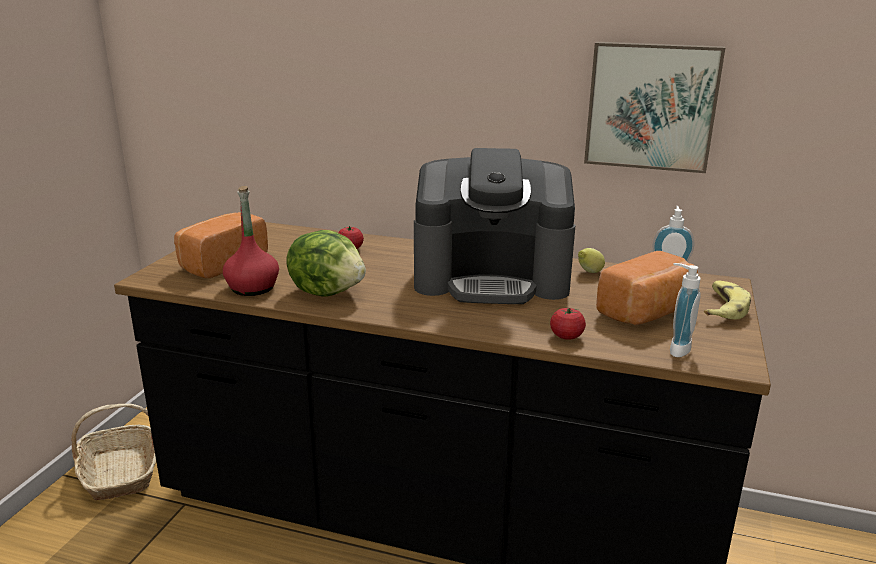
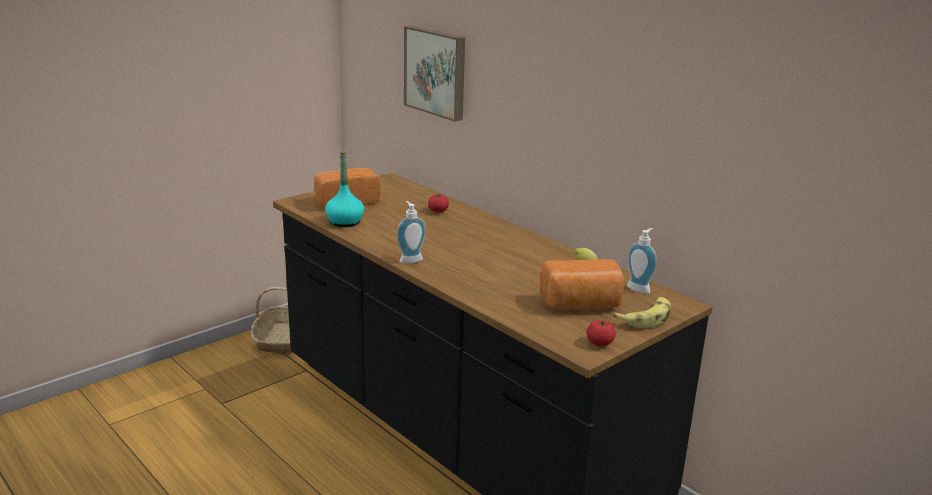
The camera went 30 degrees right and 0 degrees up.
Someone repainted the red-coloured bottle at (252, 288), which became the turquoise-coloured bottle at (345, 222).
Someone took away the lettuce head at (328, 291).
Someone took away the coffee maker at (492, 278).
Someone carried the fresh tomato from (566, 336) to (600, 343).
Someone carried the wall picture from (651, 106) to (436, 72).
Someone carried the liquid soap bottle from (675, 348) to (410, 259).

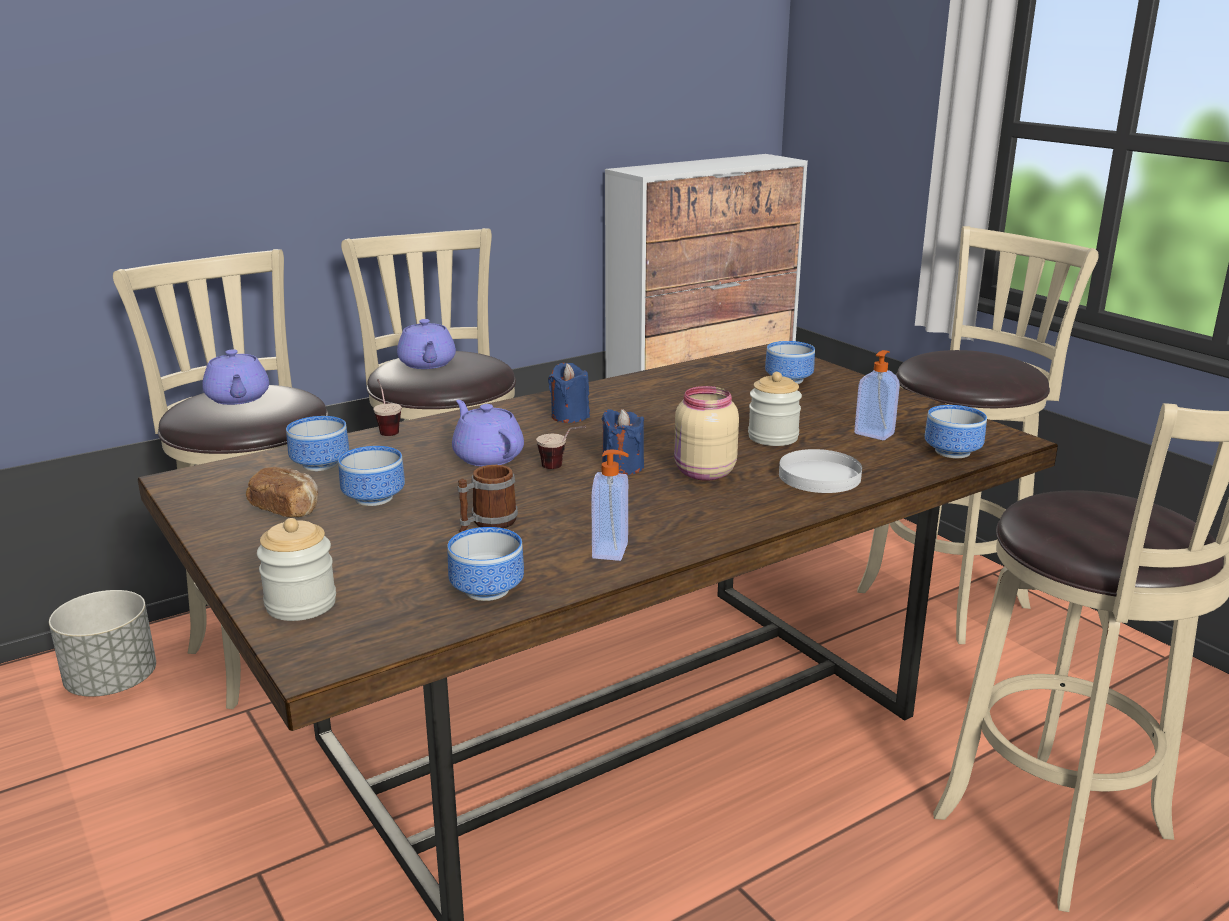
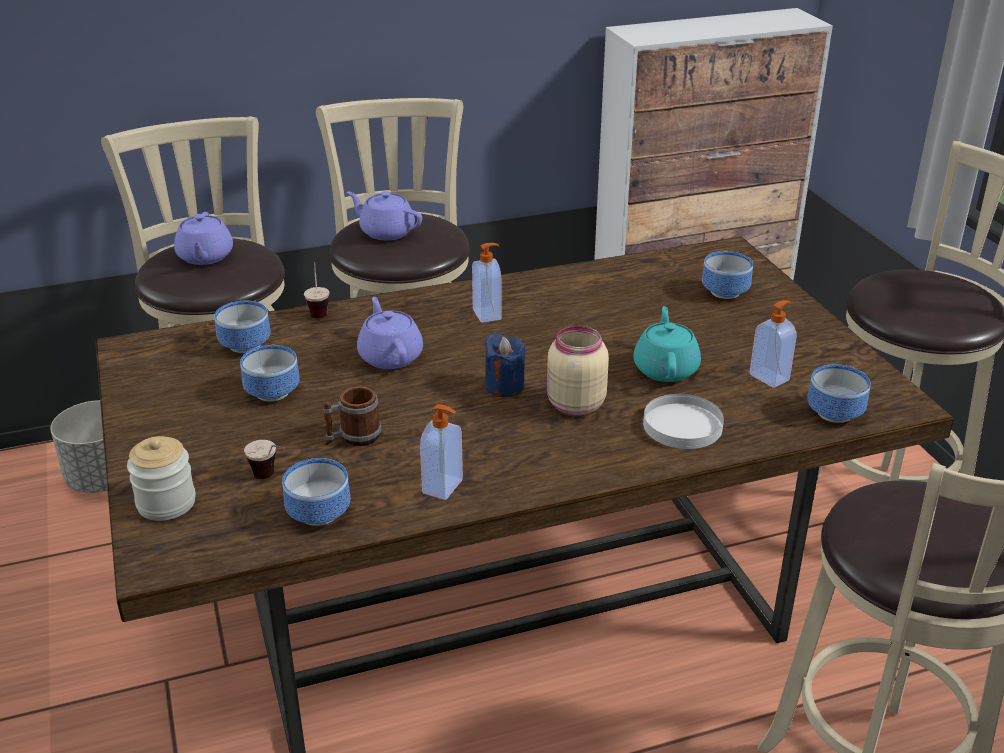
The camera went 15 degrees right and 10 degrees up.
Someone took away the bread at (286, 509).
Someone rotated the purple tea pot at (427, 364) by 120 degrees clockwise.
Someone carried the small cup from (562, 468) to (271, 478).
Someone swapped the blue-coloured wax light at (569, 416) for the liquid soap bottle at (488, 314).
Someone swapped the jar at (773, 437) for the turquoise-coloured tea pot at (665, 368).

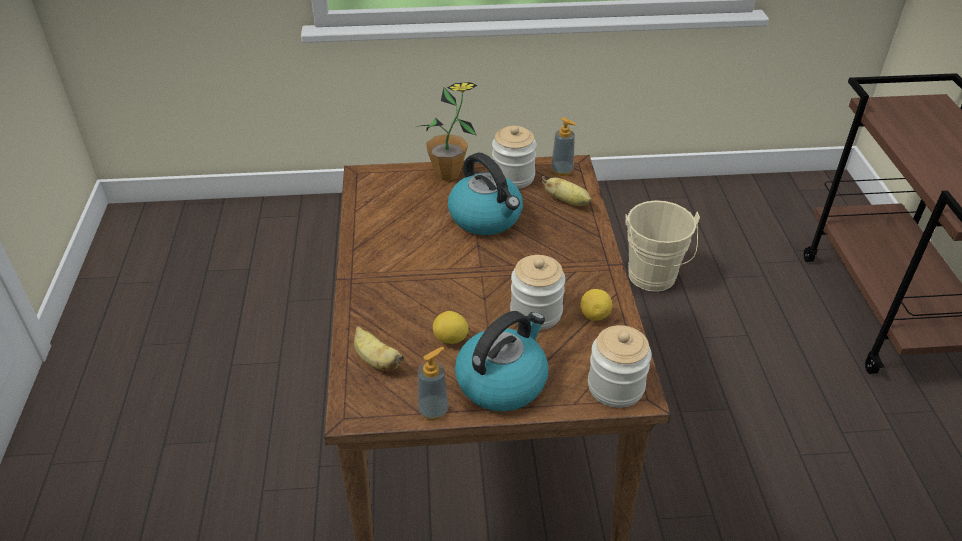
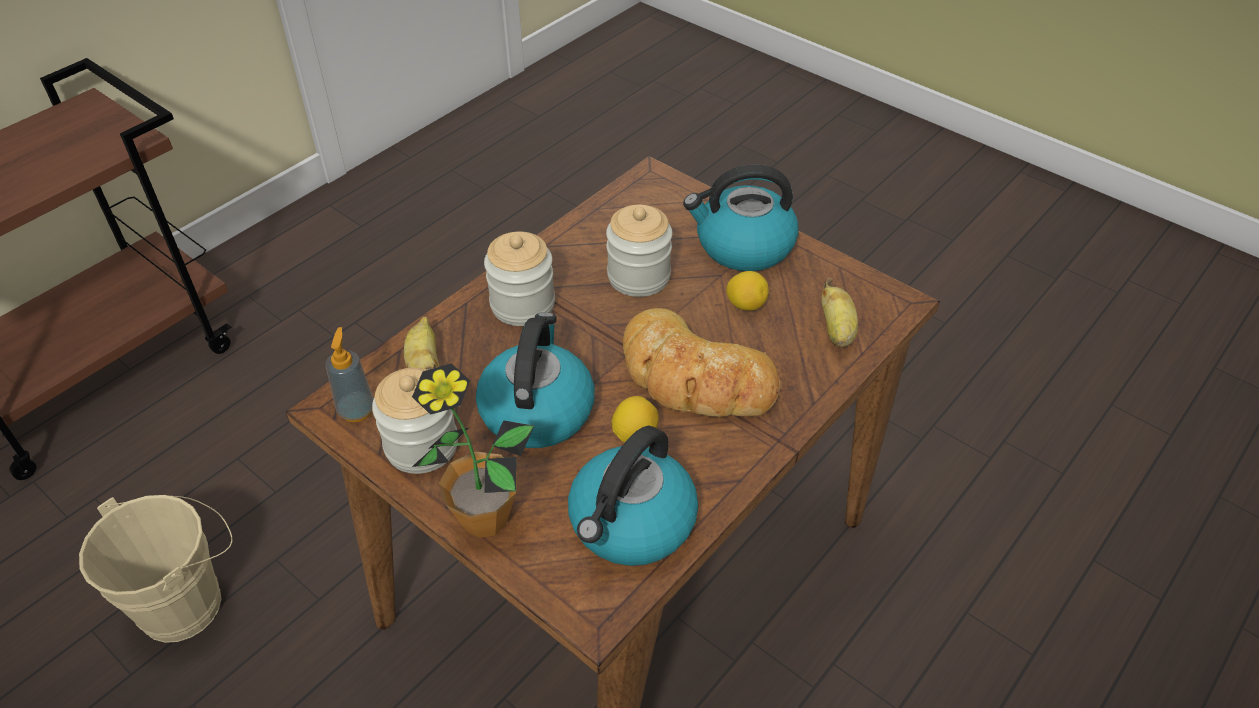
The camera went 135 degrees left and 5 degrees up.
Someone took away the liquid soap bottle at (433, 410).
Someone carried the lemon from (594, 315) to (634, 434).
Someone carried the jar from (615, 387) to (522, 305).
Someone put down the kettle at (631, 523).
Someone put down the bread at (694, 377).

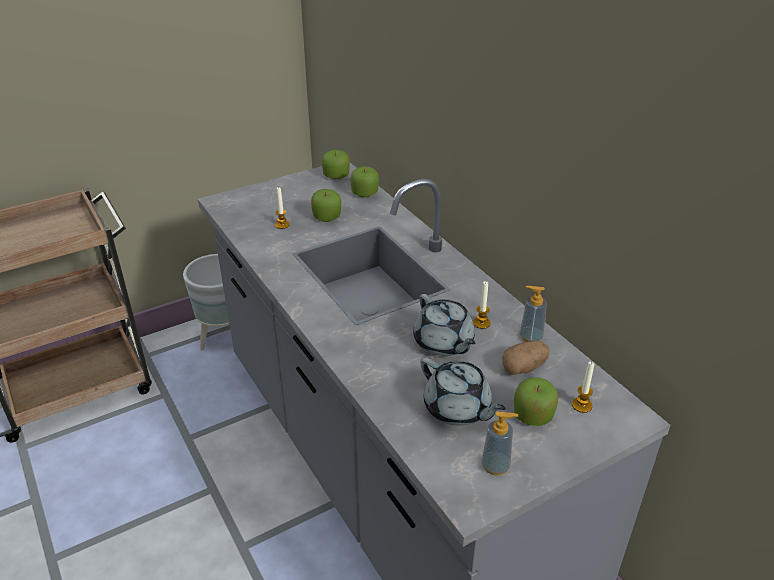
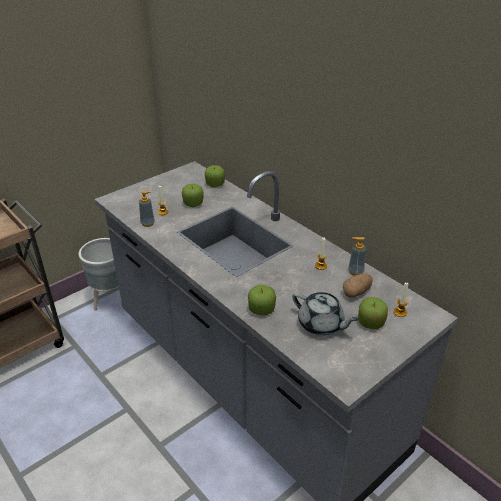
The camera went 10 degrees left and 0 degrees up.
Someone carried the apple from (336, 176) to (261, 309).
Someone took away the gray tea pot at (444, 343).
Someone carried the liquid soap bottle from (495, 466) to (147, 223).

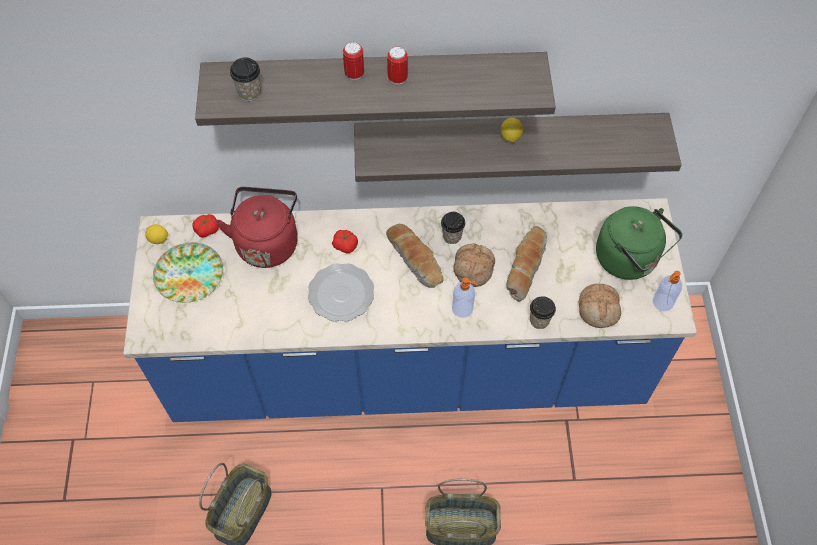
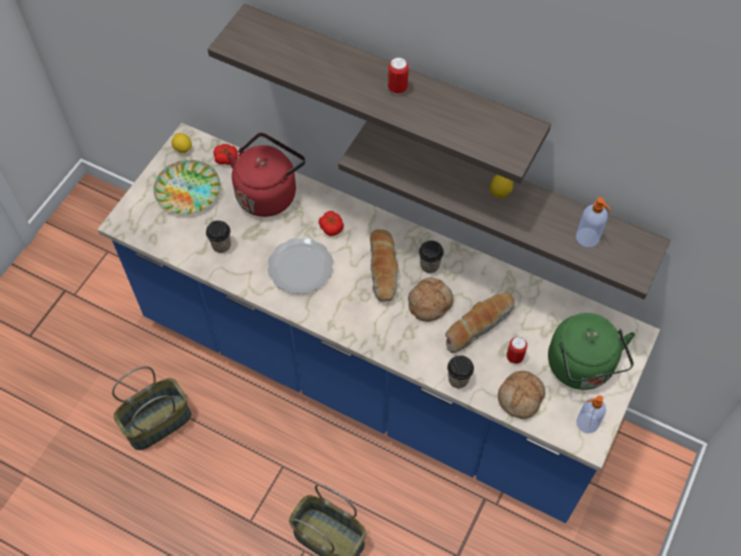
The camera went 30 degrees right and 0 degrees up.
Someone carried the small cup from (249, 92) to (221, 245).
Someone carried the metal can from (354, 74) to (514, 357).
Someone carried the liquid soap bottle from (463, 309) to (588, 238).

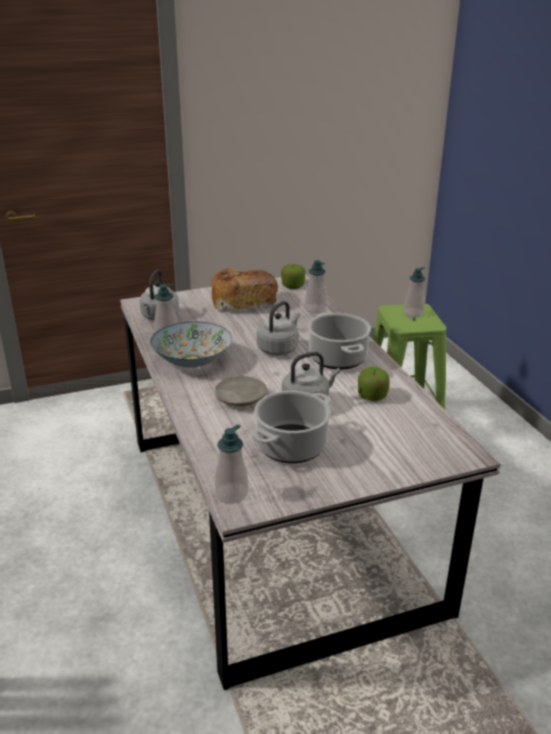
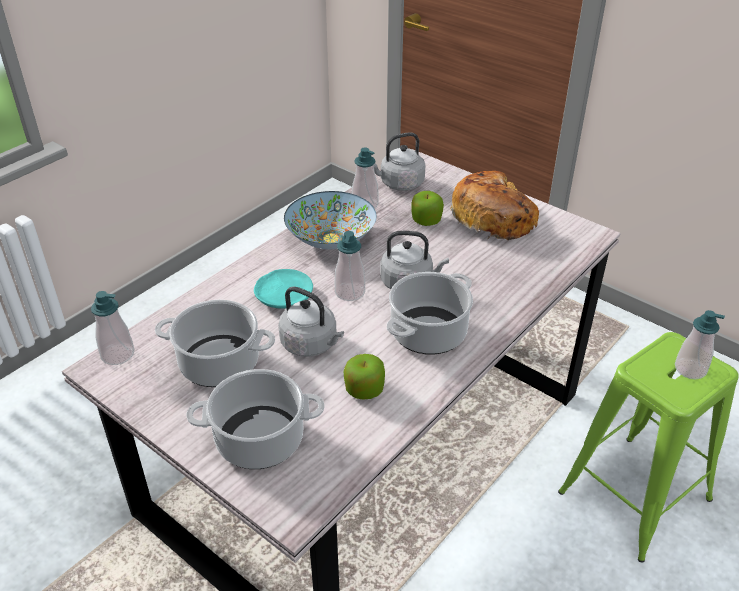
The camera went 60 degrees right and 10 degrees up.
Someone repainted the beige dinner plate at (240, 398), which became the turquoise-coloured dinner plate at (284, 296).
Someone carried the apple from (292, 286) to (426, 220).
Someone carried the liquid soap bottle from (315, 309) to (350, 292).
Someone put down the cooking pot at (261, 439).

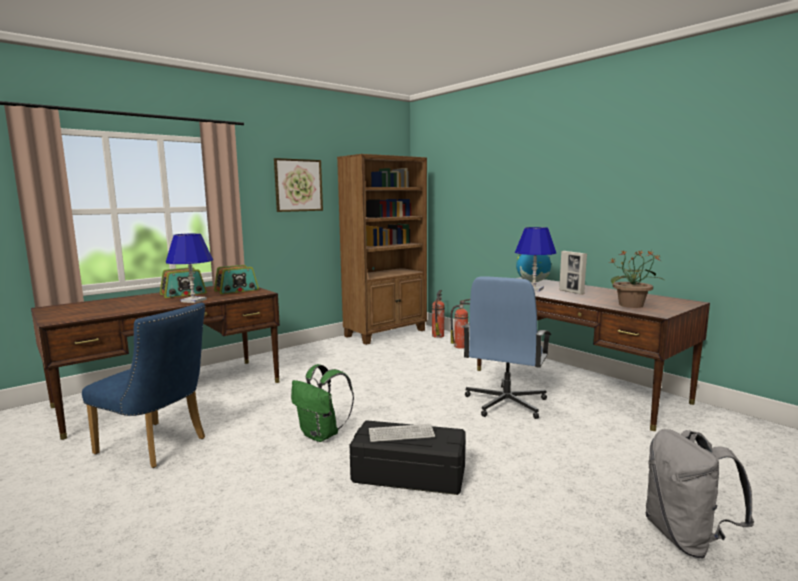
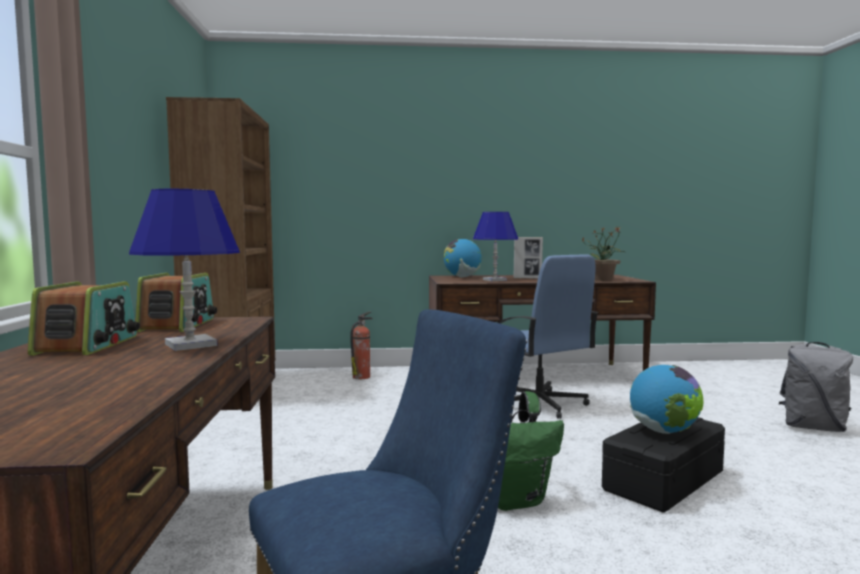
The camera went 55 degrees left and 5 degrees down.
Someone took away the wall picture at (298, 185).
Someone swapped the keyboard at (401, 434) for the desk globe at (664, 431).
Someone took away the extinguisher at (438, 335).

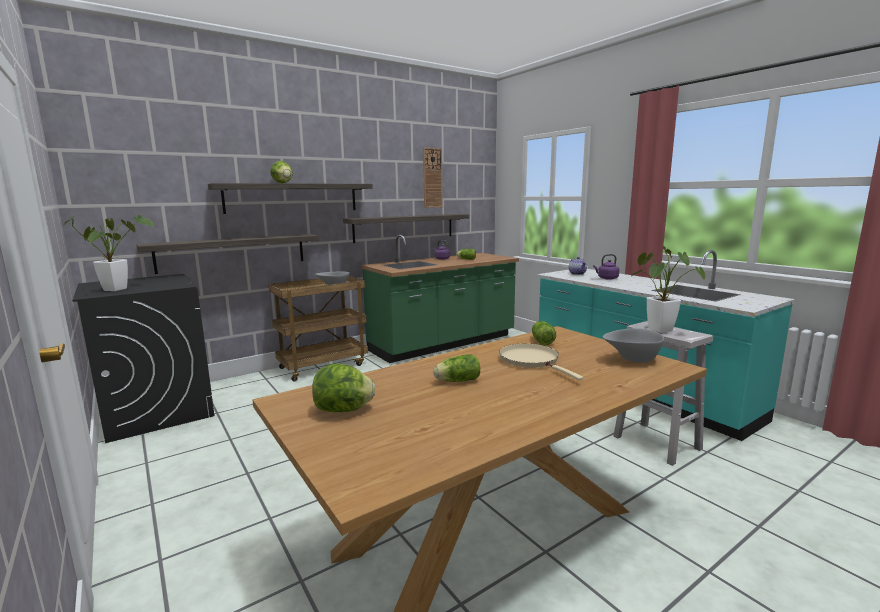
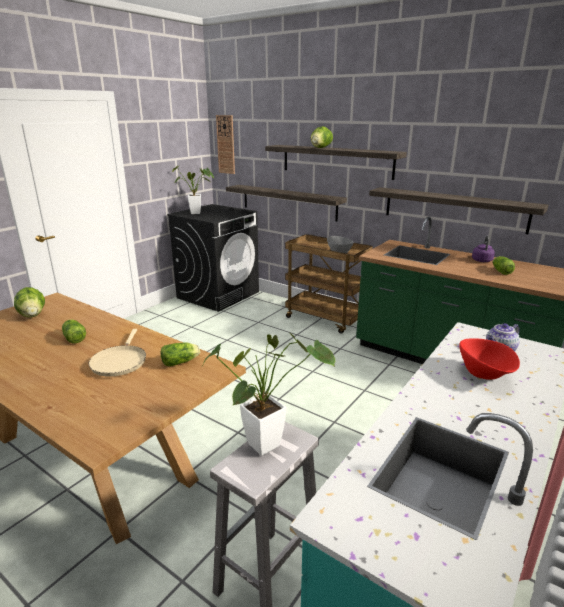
The camera went 70 degrees right and 10 degrees up.
Someone carried the clock on the wall from (432, 178) to (226, 144).
Someone rotated the beige frying pan at (531, 361) by 135 degrees clockwise.
Someone swapped the purple kettle at (606, 278) for the red-coloured bowl at (485, 376).
Someone took away the gray bowl at (632, 359).

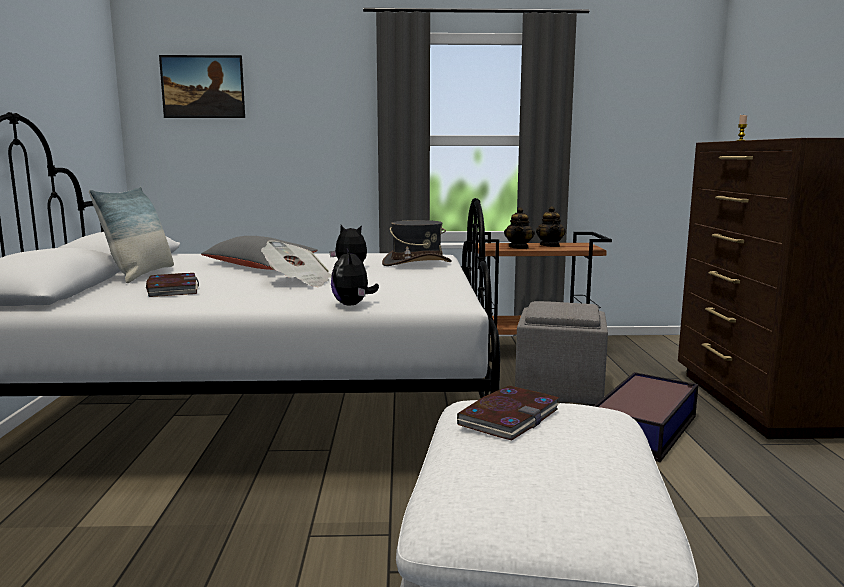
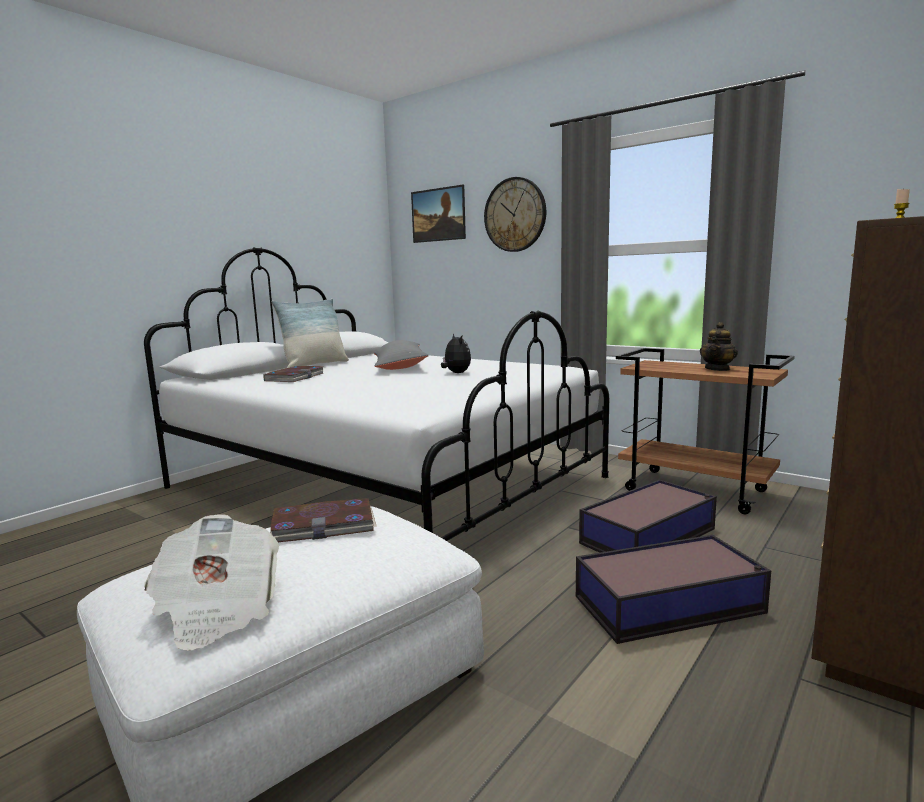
The camera went 40 degrees right and 0 degrees up.
Someone carried the printed paper from (298, 282) to (217, 609).
Someone took away the plush toy at (353, 305).
Someone took away the gray clothing hat at (417, 263).
Someone took away the tea pot at (519, 248).
Someone swapped the gray ottoman at (560, 390) for the storage bin at (649, 536).
Someone put up the clock on the wall at (515, 215).

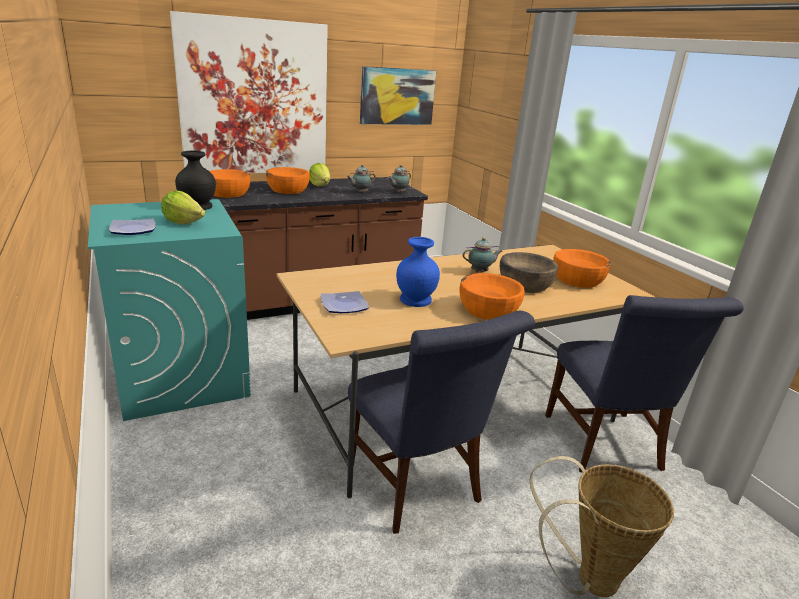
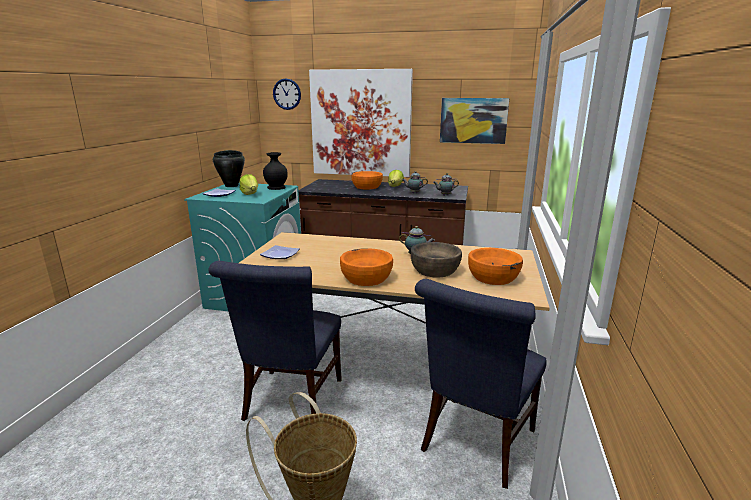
The camera went 40 degrees right and 5 degrees down.
Someone took away the orange bowl at (228, 193).
Someone took away the blue-coloured flower vase at (416, 299).
Someone put down the blackish cooking pot at (232, 186).
Someone put up the clock on the wall at (287, 94).

